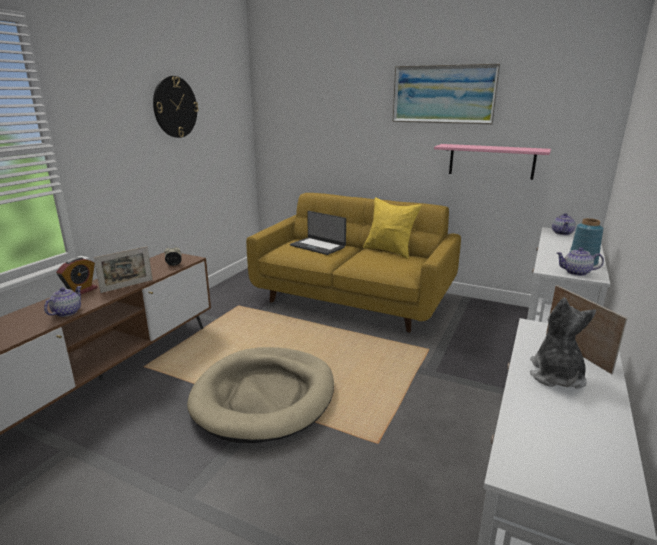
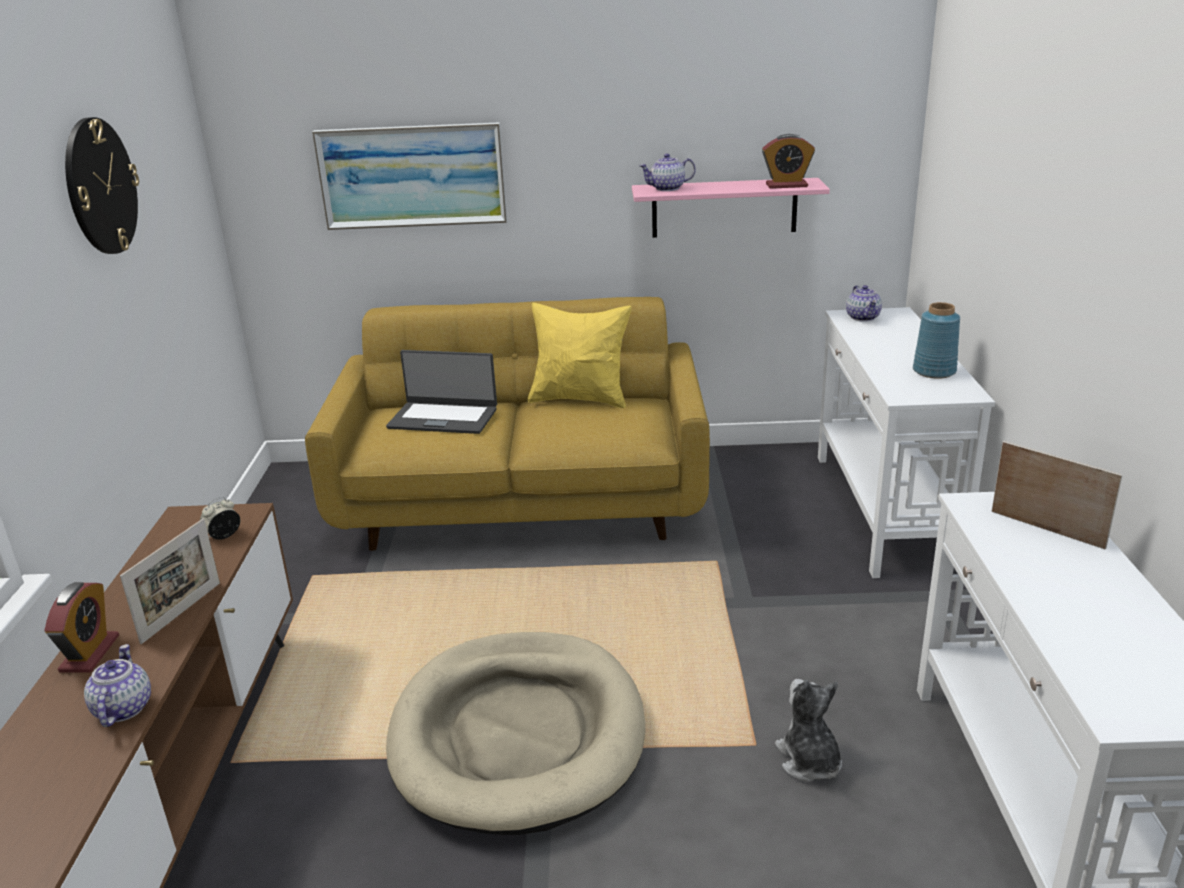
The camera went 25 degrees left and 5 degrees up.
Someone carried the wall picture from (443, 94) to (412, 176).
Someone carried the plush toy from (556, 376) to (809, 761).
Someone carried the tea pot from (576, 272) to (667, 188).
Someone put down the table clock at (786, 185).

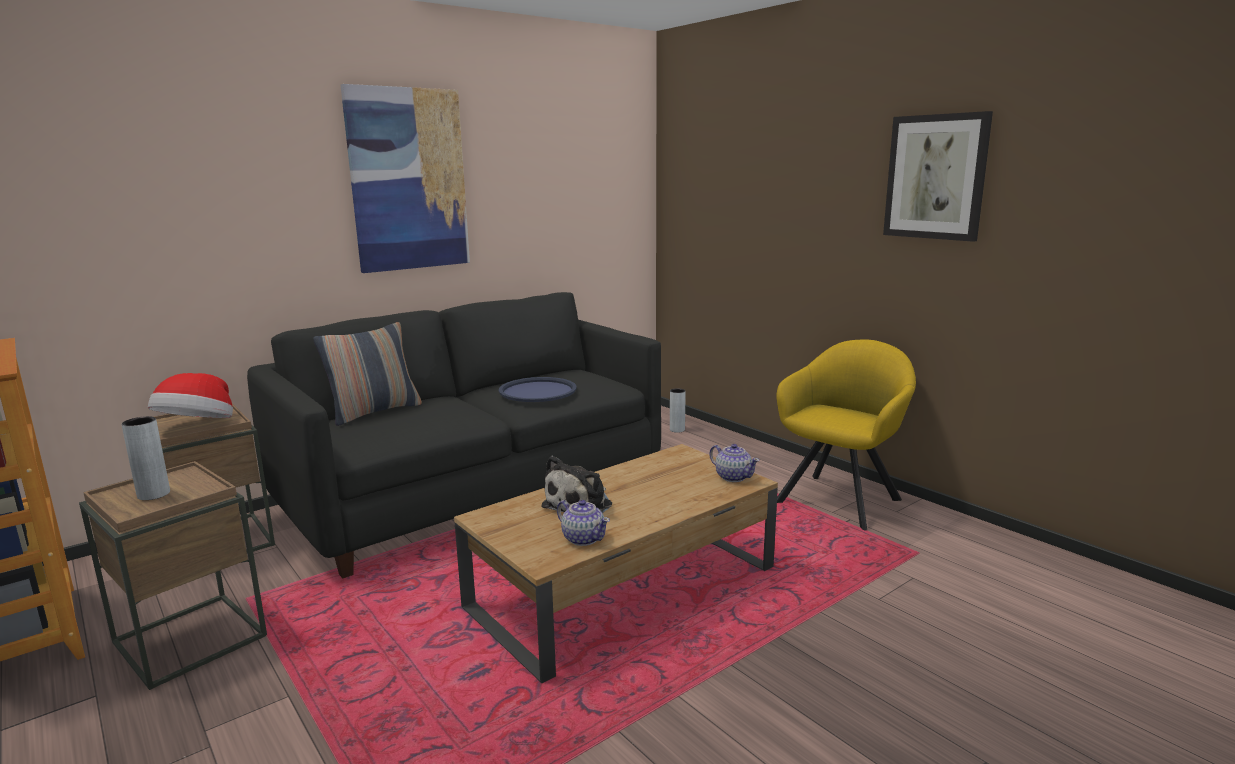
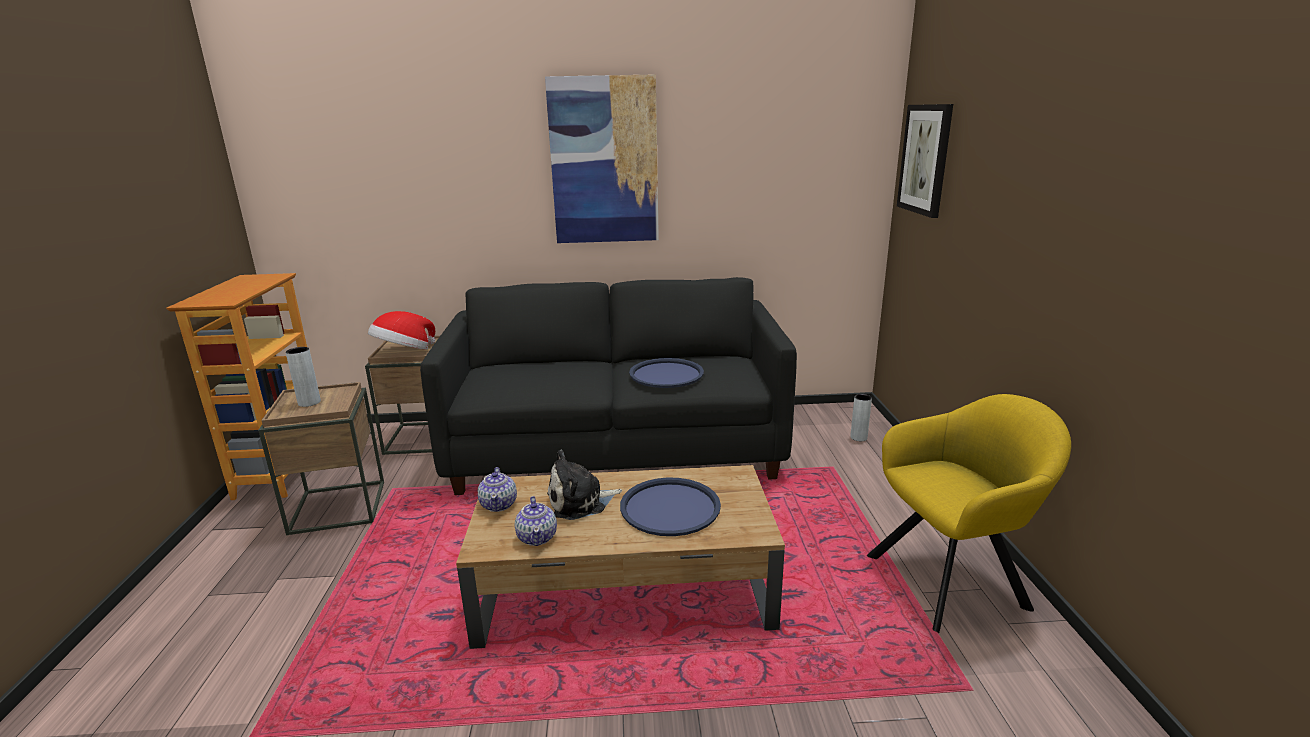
The camera went 35 degrees right and 5 degrees up.
Someone took away the pillow at (374, 412).
Someone carried the tea pot from (733, 477) to (499, 504).
Someone carried the wall picture from (936, 177) to (925, 159).
Someone put down the blue-coloured tray at (670, 507).

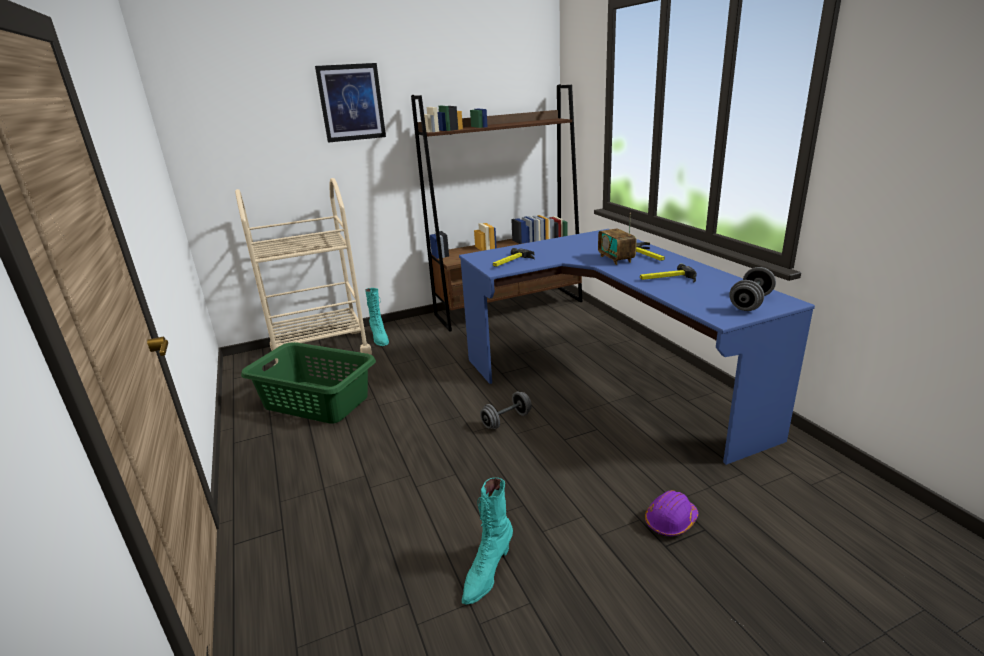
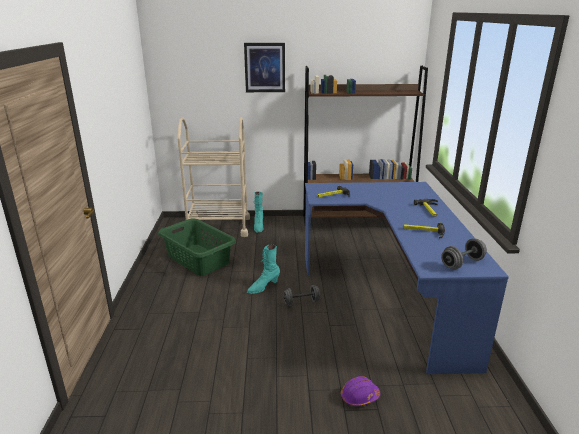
The camera went 20 degrees right and 0 degrees up.
Someone carried the turquoise-coloured boot from (487, 573) to (263, 287).
Someone took away the radio set at (616, 259).

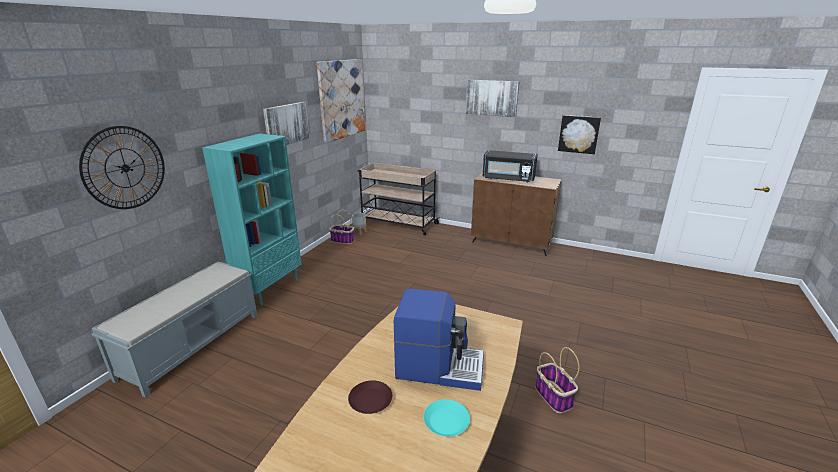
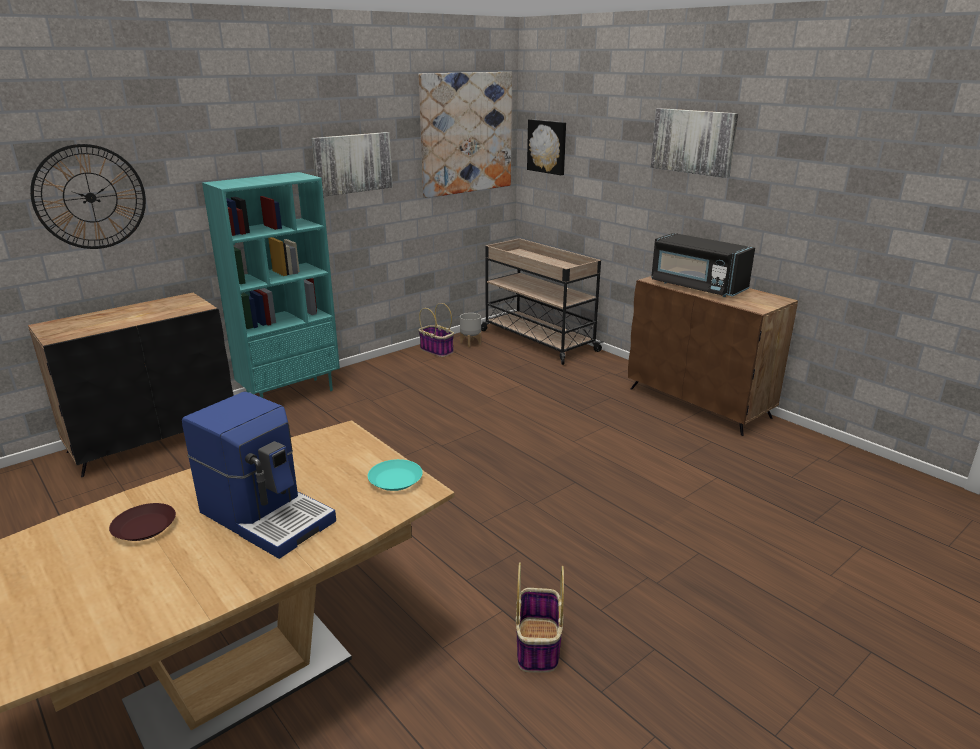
The camera went 25 degrees right and 0 degrees up.
Someone swapped the gray long seat at (193, 344) for the blackish cupboard at (154, 439).
Someone carried the turquoise-coloured dinner plate from (446, 422) to (395, 480).
Someone carried the wall picture from (579, 134) to (547, 146).

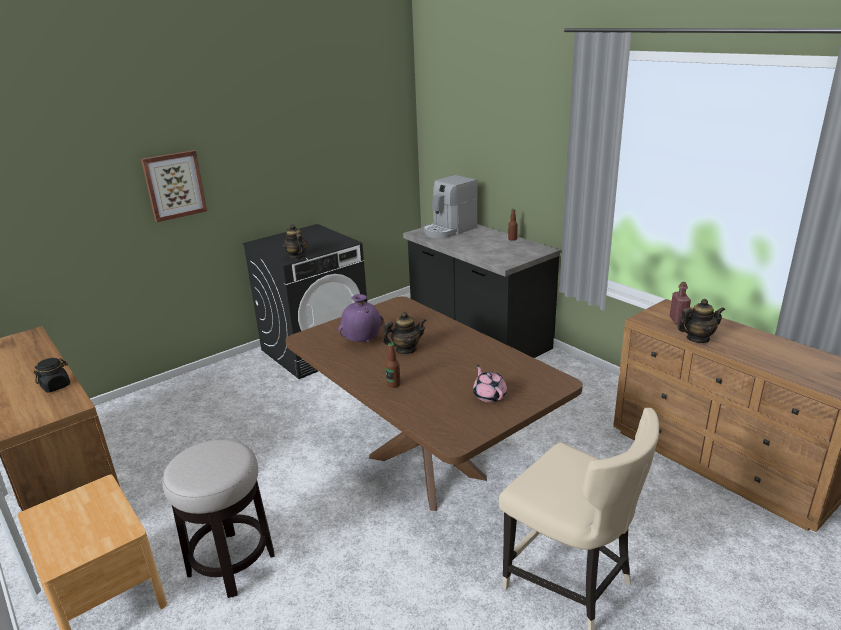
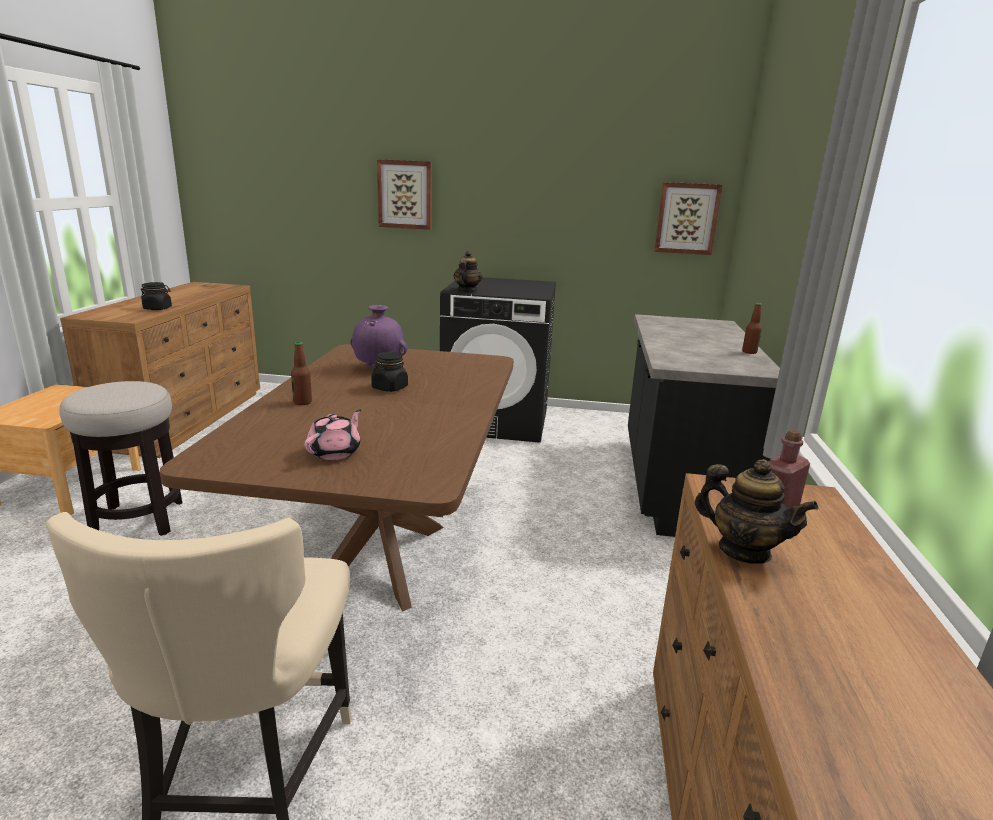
The camera went 45 degrees right and 5 degrees down.
Someone swapped the tea pot at (405, 350) for the blackish jar at (389, 388).
Someone took away the coffee maker at (449, 230).
Someone put up the wall picture at (686, 218).

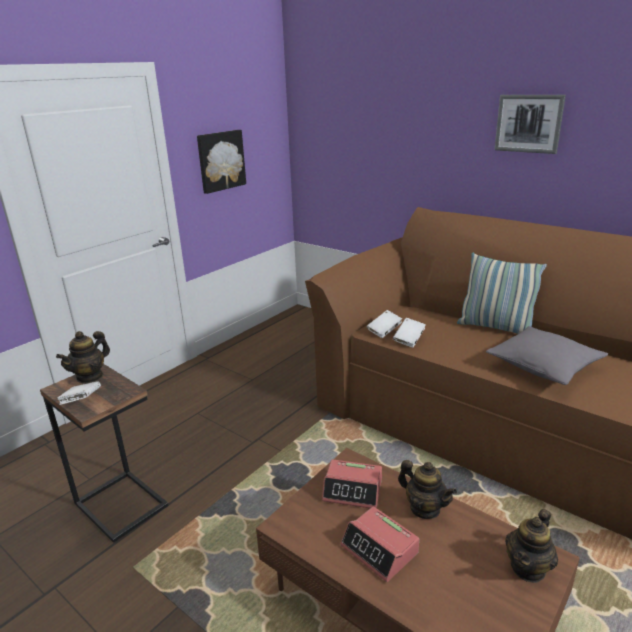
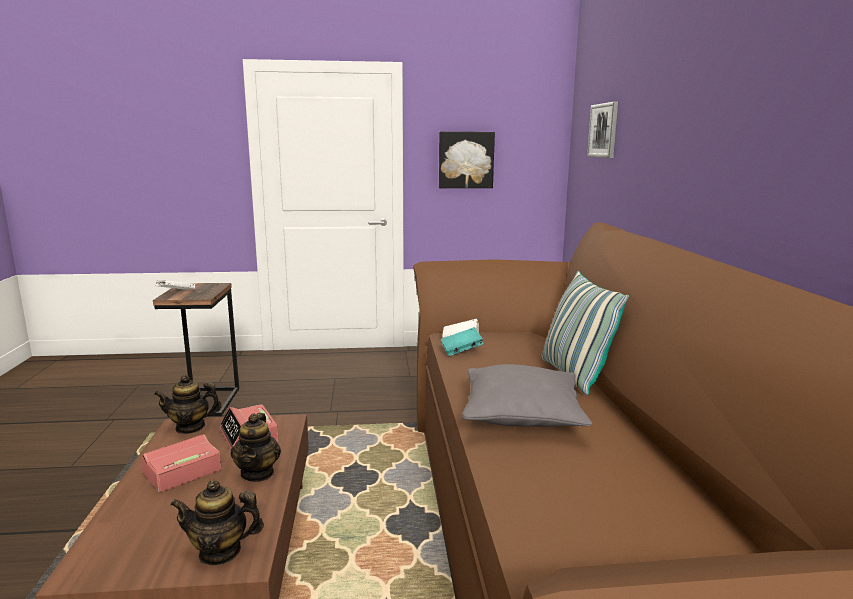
The camera went 45 degrees right and 10 degrees down.
Someone carried the tea pot from (90, 376) to (190, 427).
Someone rotated the table clock at (380, 549) by 45 degrees clockwise.
Someone repainted the white book at (409, 340), which became the turquoise-coloured book at (461, 351).
Someone carried the wall picture from (528, 123) to (603, 130).

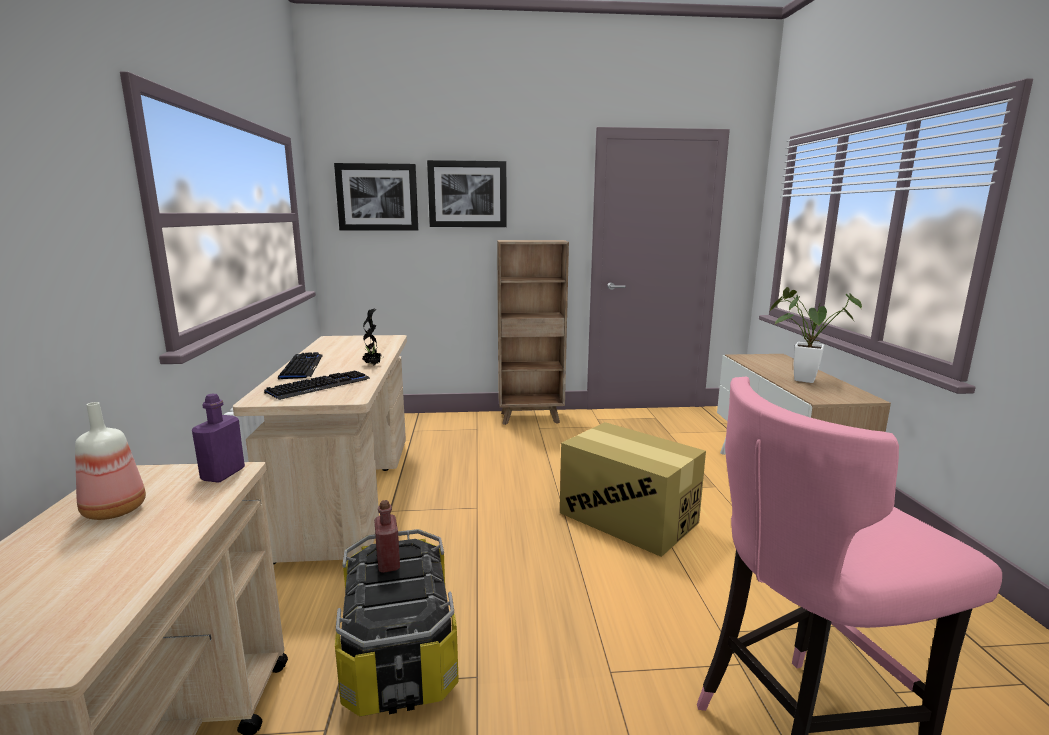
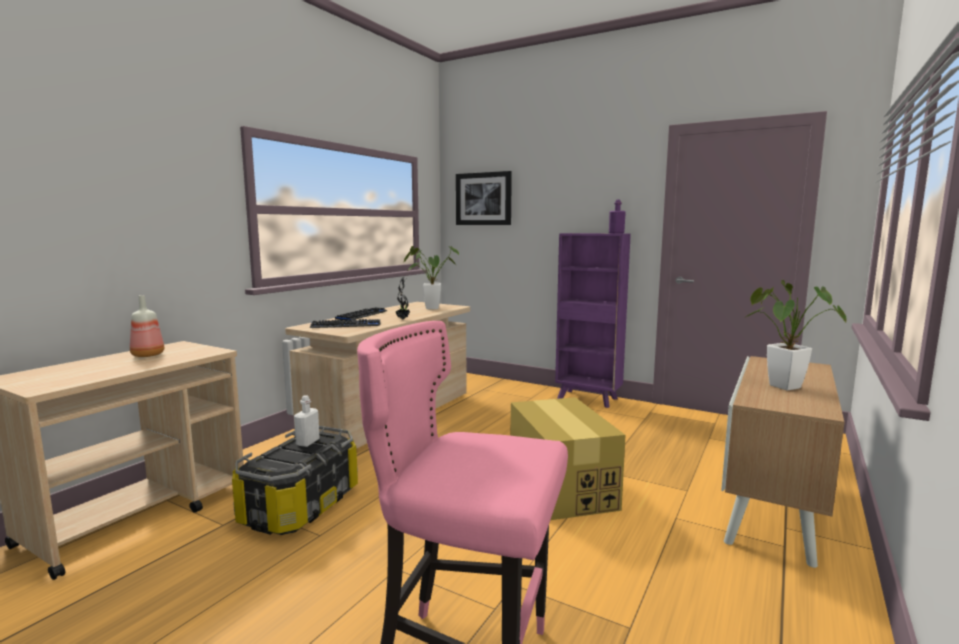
The camera went 35 degrees right and 5 degrees down.
Someone carried the purple bottle from (223, 474) to (616, 233).
Someone repainted the red-coloured bottle at (388, 563), which became the white bottle at (307, 442).
Someone took away the wall picture at (467, 194).
Someone repainted the brown shelving unit at (531, 418), which became the purple shelving unit at (588, 399).
Someone put down the potted plant at (428, 308).

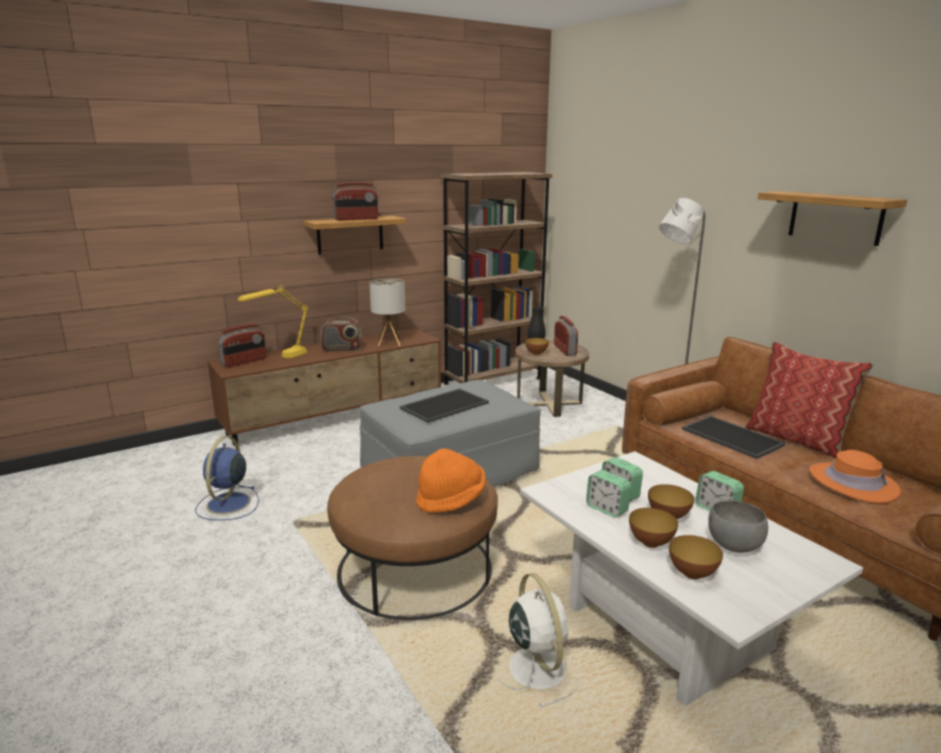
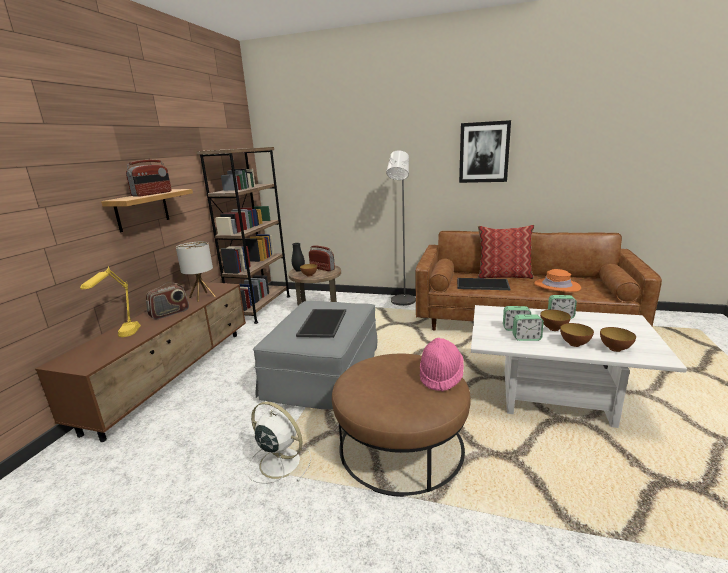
The camera went 40 degrees left and 0 degrees up.
Someone took away the blue-coloured electric fan at (228, 504).
Someone took away the radio set at (244, 362).
Someone repainted the orange clothing hat at (451, 500), which became the pink-coloured clothing hat at (440, 376).
Someone carried the white electric fan from (535, 666) to (279, 462).
Someone took away the gray bowl at (732, 546).
Someone swapped the wall shelf at (835, 217) for the wall picture at (484, 152).

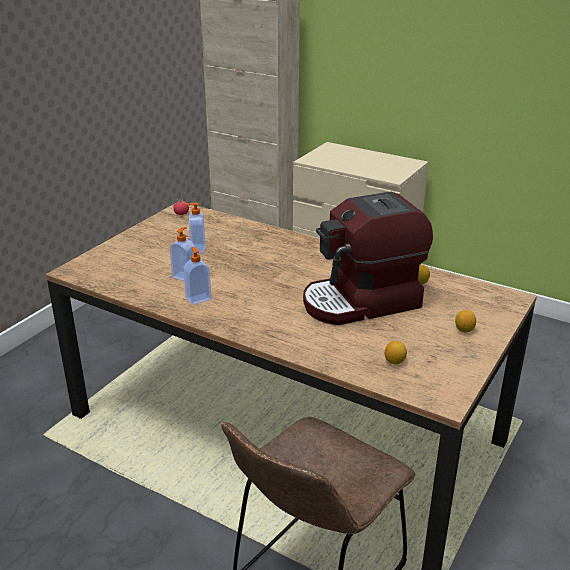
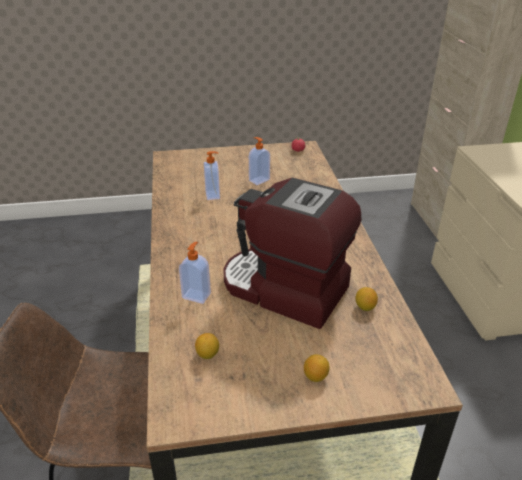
The camera went 50 degrees right and 5 degrees up.
Someone carried the liquid soap bottle from (198, 298) to (196, 295).

